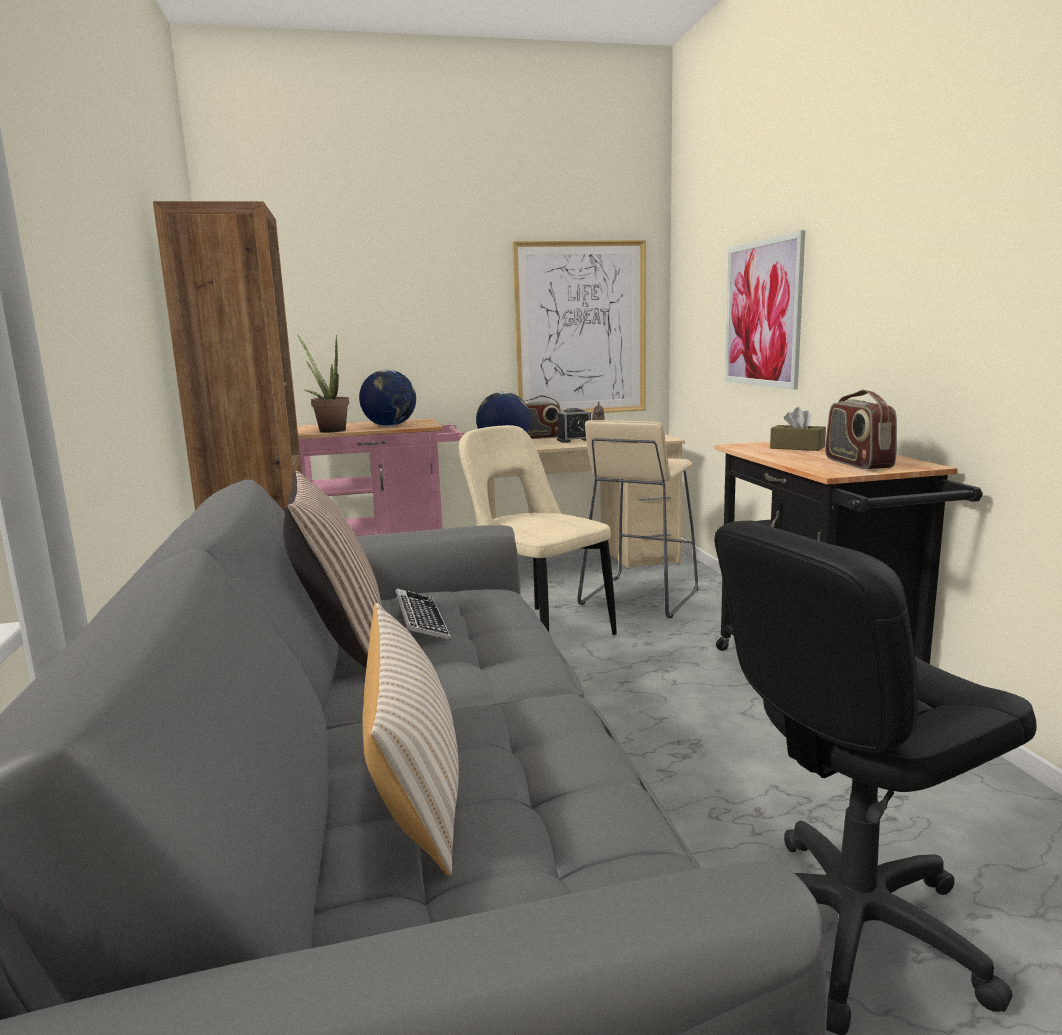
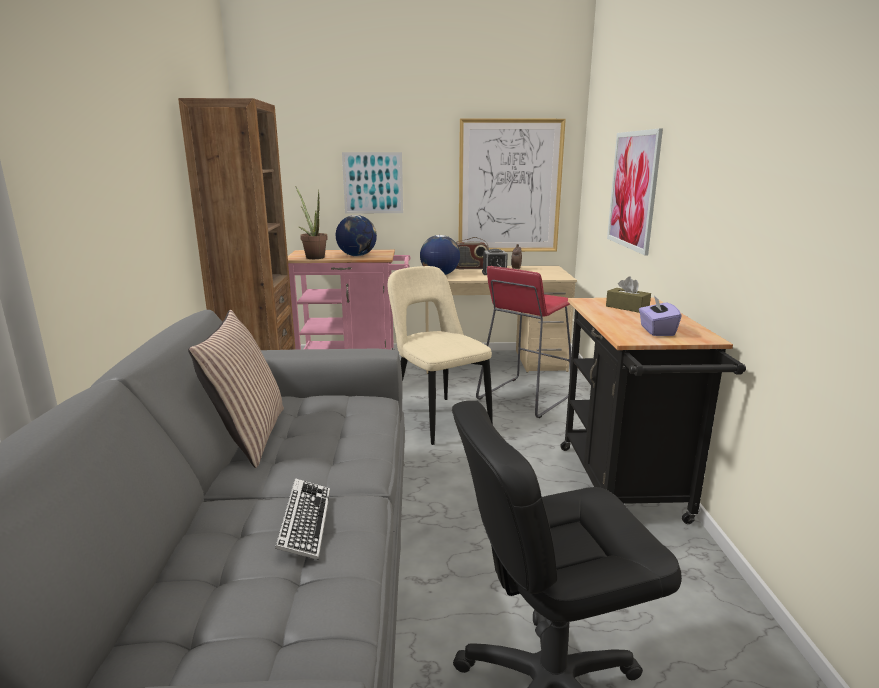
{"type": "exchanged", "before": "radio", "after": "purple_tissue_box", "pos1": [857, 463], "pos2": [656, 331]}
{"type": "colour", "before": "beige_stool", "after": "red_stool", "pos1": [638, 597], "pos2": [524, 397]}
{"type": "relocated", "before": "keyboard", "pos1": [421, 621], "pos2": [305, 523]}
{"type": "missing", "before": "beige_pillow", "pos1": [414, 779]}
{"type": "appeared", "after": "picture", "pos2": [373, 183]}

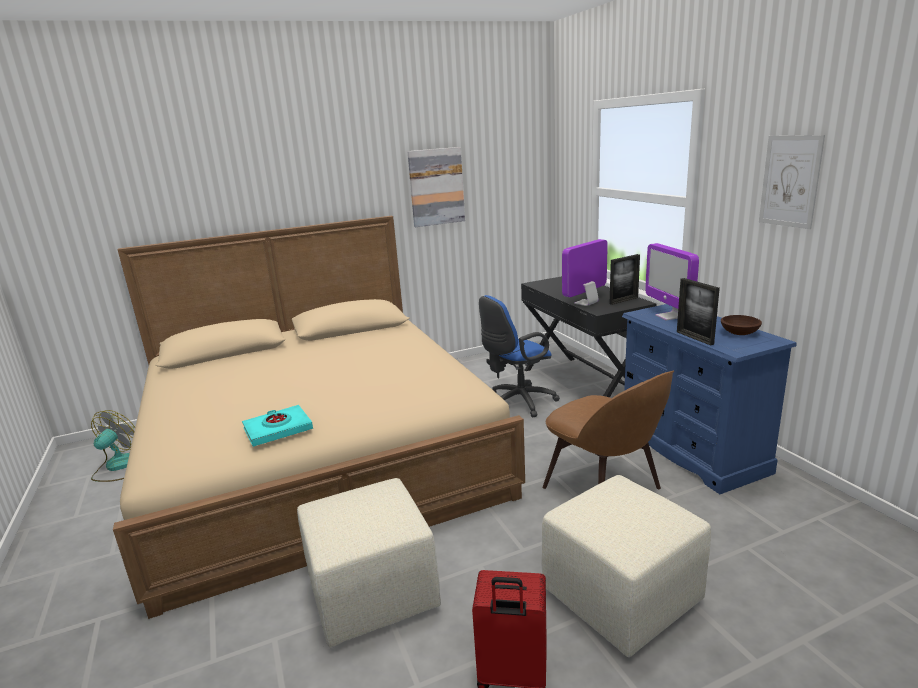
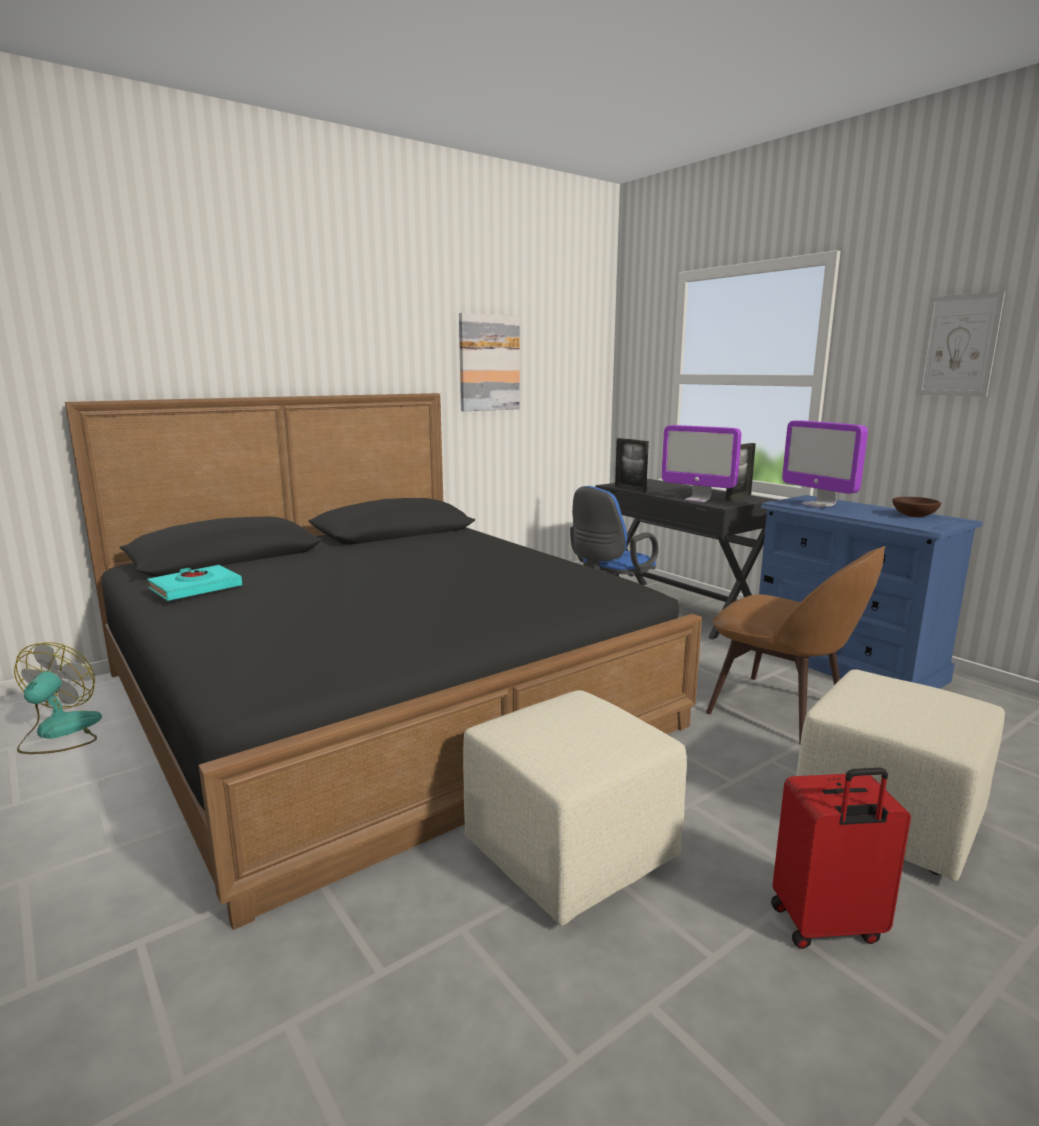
{"type": "colour", "before": "beige_bed", "after": "black_bed", "pos1": [318, 454], "pos2": [378, 697]}
{"type": "spun", "before": "monitor", "pos1": [586, 303], "pos2": [697, 500], "turn": -90}
{"type": "relocated", "before": "picture_frame", "pos1": [694, 338], "pos2": [630, 489]}
{"type": "relocated", "before": "turquoise_book", "pos1": [278, 429], "pos2": [195, 588]}

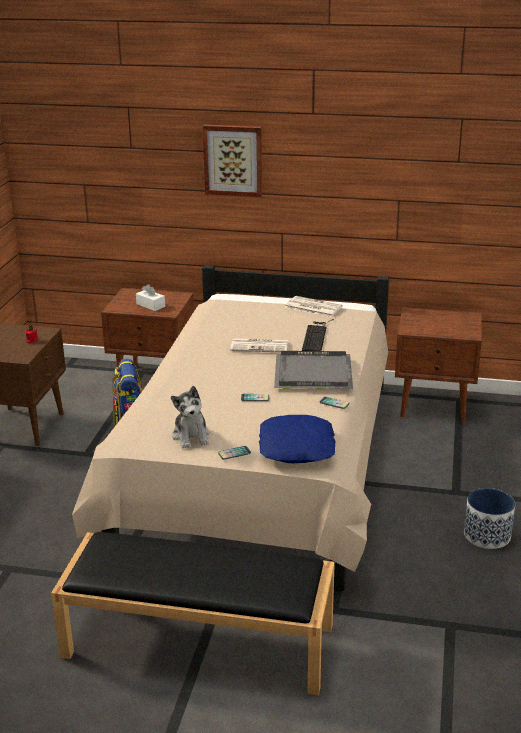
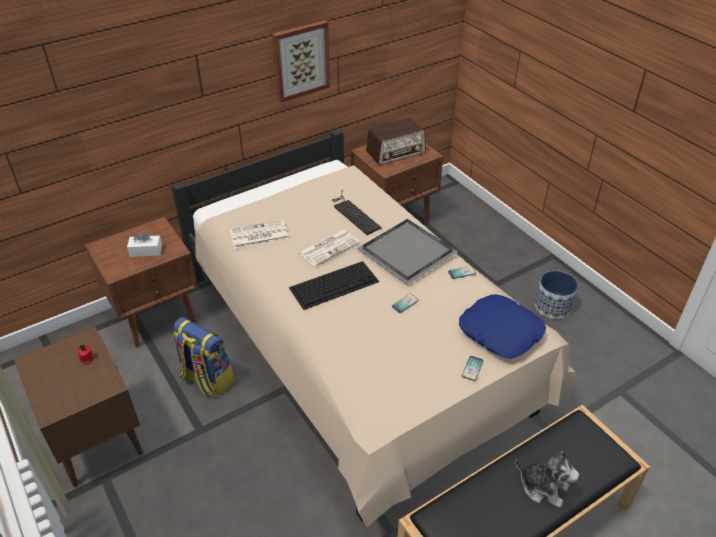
{"type": "relocated", "before": "picture", "pos1": [233, 160], "pos2": [301, 60]}
{"type": "relocated", "before": "newspaper", "pos1": [312, 307], "pos2": [258, 235]}
{"type": "relocated", "before": "plush_toy", "pos1": [191, 436], "pos2": [543, 487]}
{"type": "appeared", "after": "radio", "pos2": [396, 152]}
{"type": "appeared", "after": "keyboard", "pos2": [334, 284]}

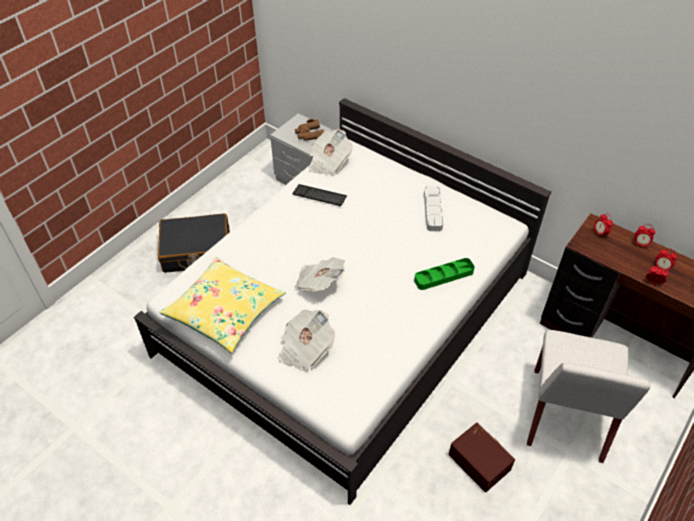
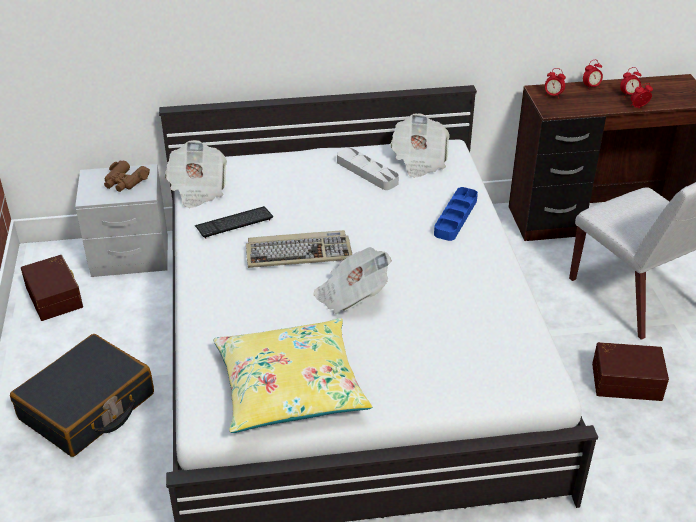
{"type": "colour", "before": "green_tray", "after": "blue_tray", "pos1": [444, 276], "pos2": [455, 217]}
{"type": "relocated", "before": "newspaper", "pos1": [305, 349], "pos2": [419, 160]}
{"type": "appeared", "after": "keyboard", "pos2": [299, 252]}
{"type": "appeared", "after": "brown_storage_box", "pos2": [55, 296]}

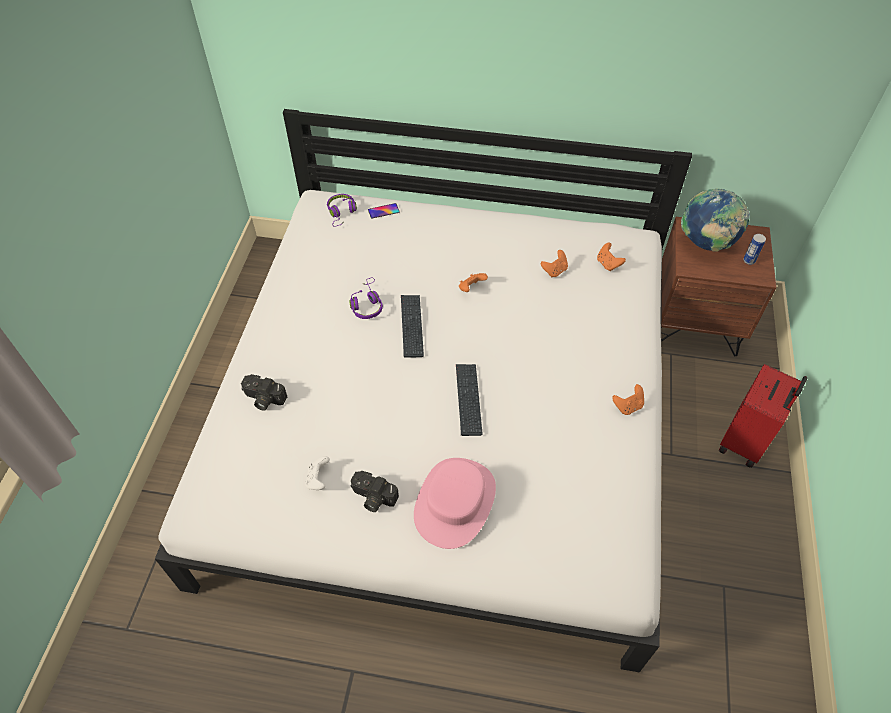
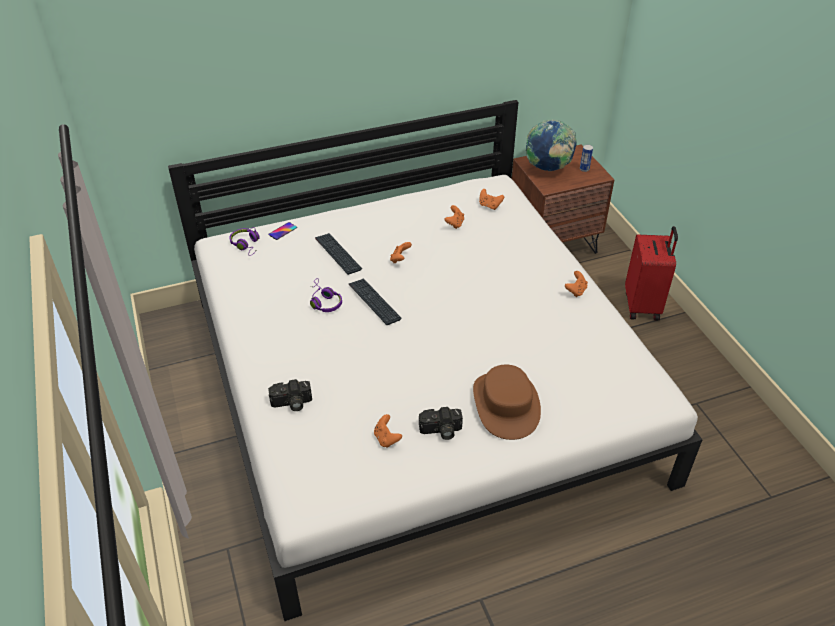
{"type": "relocated", "before": "keyboard", "pos1": [468, 399], "pos2": [338, 254]}
{"type": "colour", "before": "white_game_controller", "after": "orange_game_controller", "pos1": [318, 479], "pos2": [386, 439]}
{"type": "colour", "before": "pink_hat", "after": "brown_hat", "pos1": [455, 502], "pos2": [506, 405]}

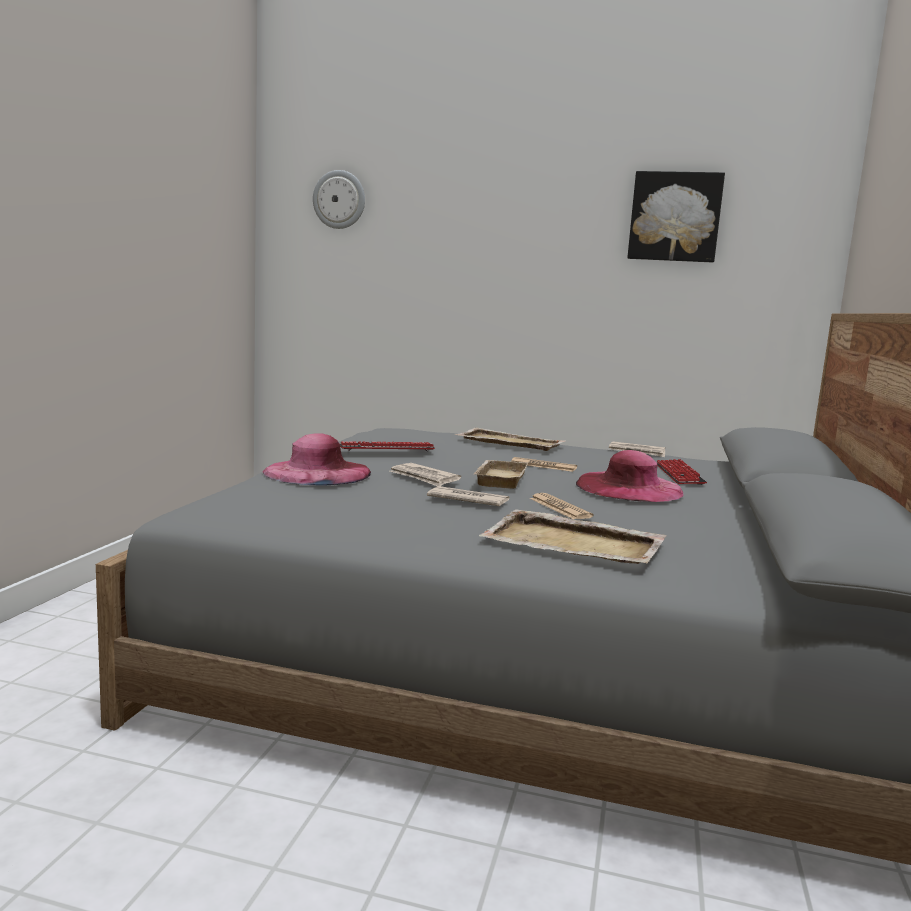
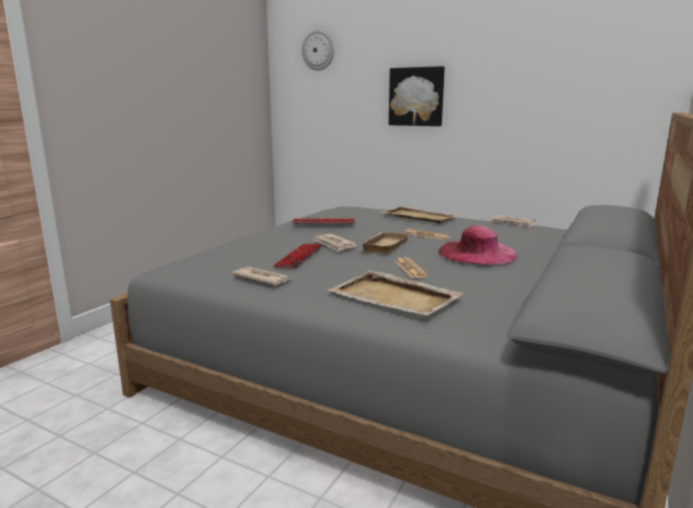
{"type": "relocated", "before": "picture", "pos1": [674, 217], "pos2": [416, 97]}
{"type": "missing", "before": "pink_hat", "pos1": [317, 472]}
{"type": "relocated", "before": "keyboard", "pos1": [679, 474], "pos2": [299, 257]}
{"type": "relocated", "before": "newspaper", "pos1": [467, 500], "pos2": [262, 278]}

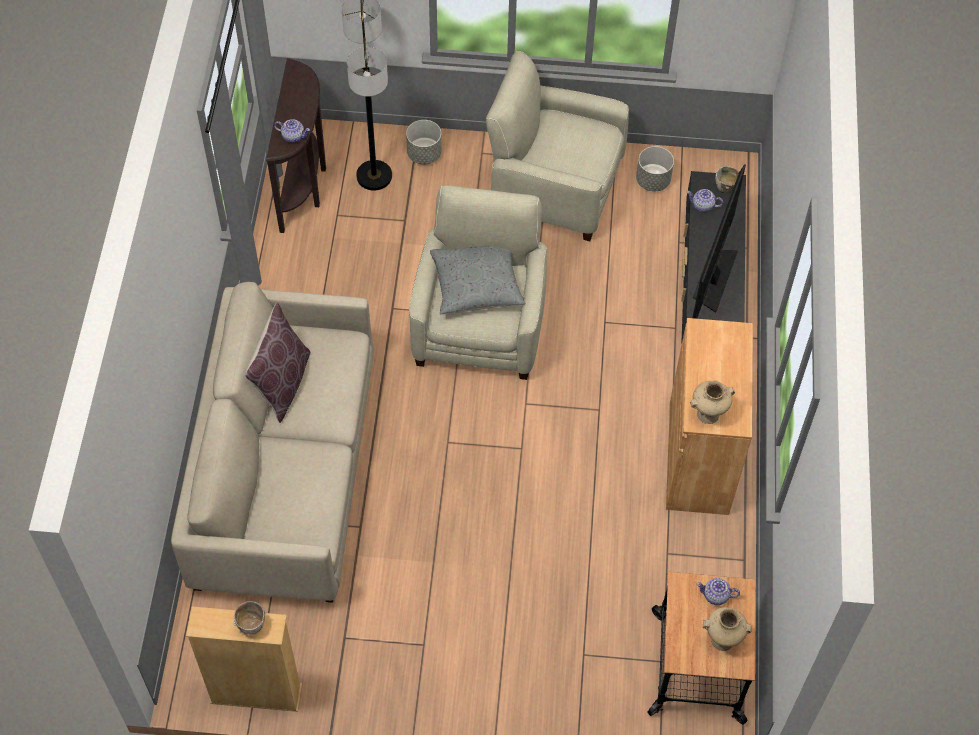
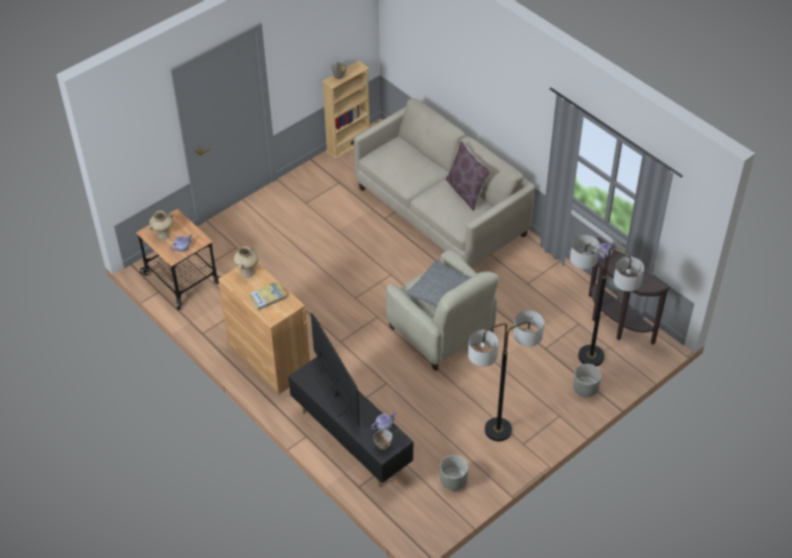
{"type": "exchanged", "before": "beige_armchair", "after": "floor_lamp", "pos1": [554, 188], "pos2": [498, 430]}
{"type": "appeared", "after": "book", "pos2": [268, 297]}

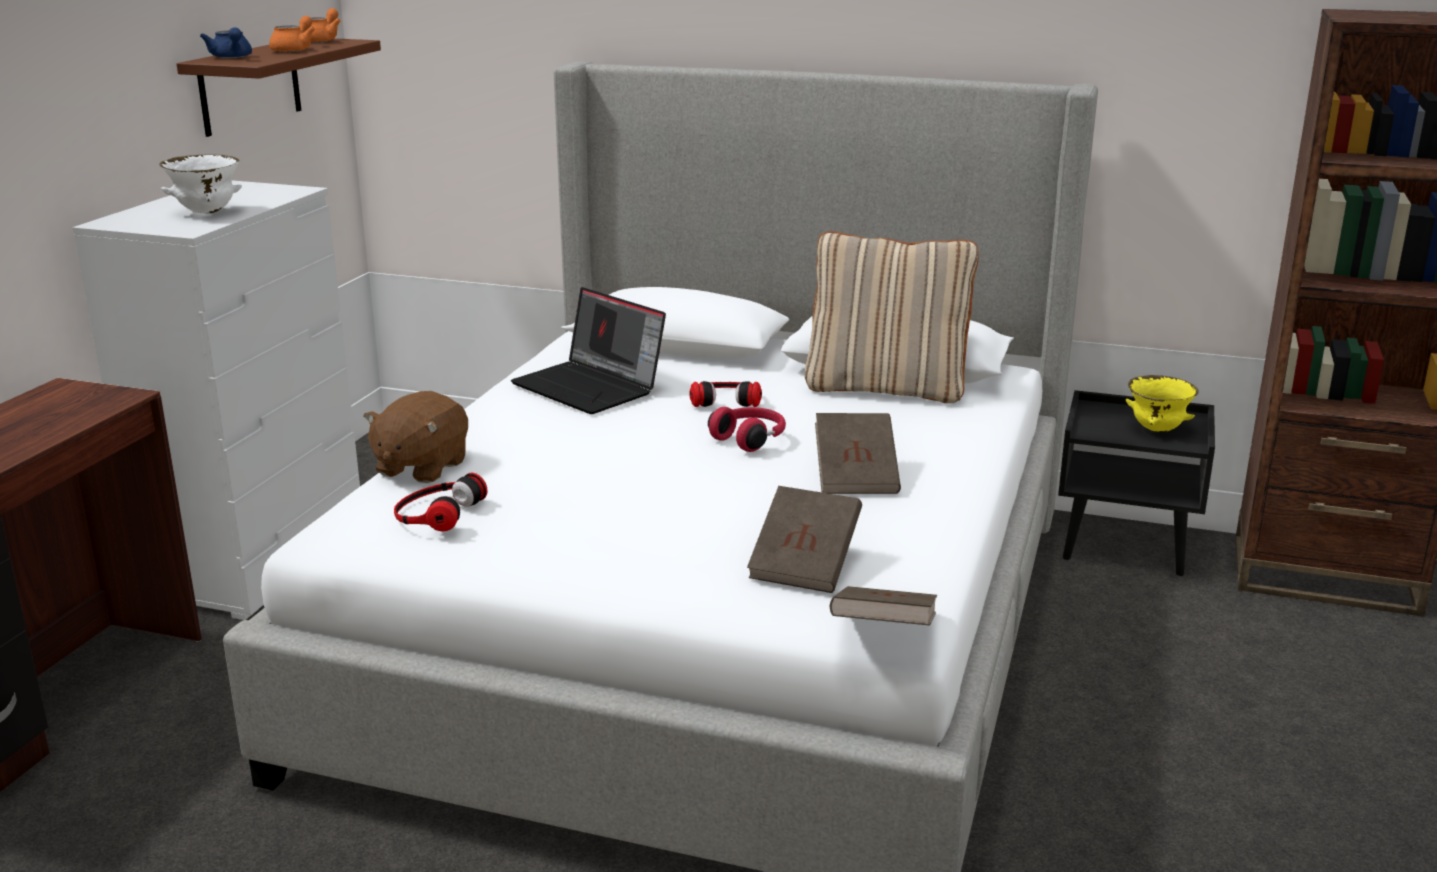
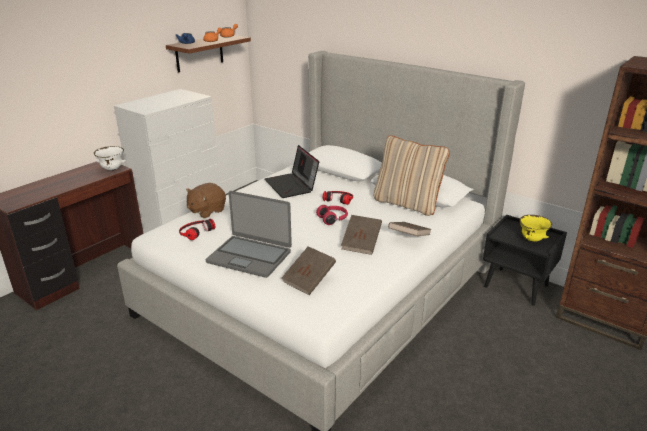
{"type": "relocated", "before": "white_bowl", "pos1": [206, 213], "pos2": [112, 169]}
{"type": "relocated", "before": "brown_book", "pos1": [883, 633], "pos2": [409, 238]}
{"type": "appeared", "after": "laptop", "pos2": [250, 256]}

